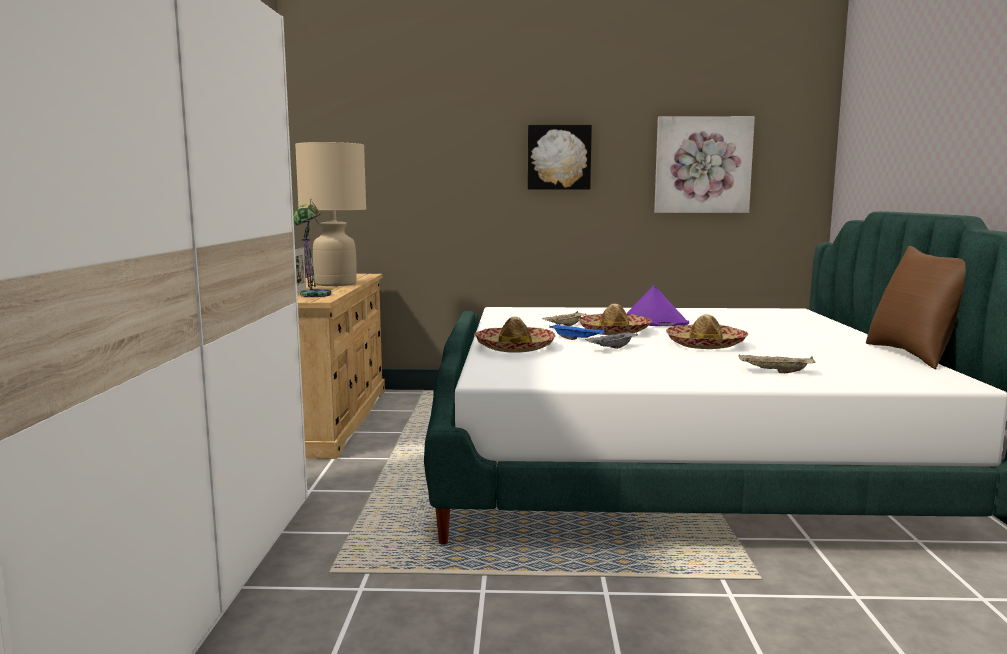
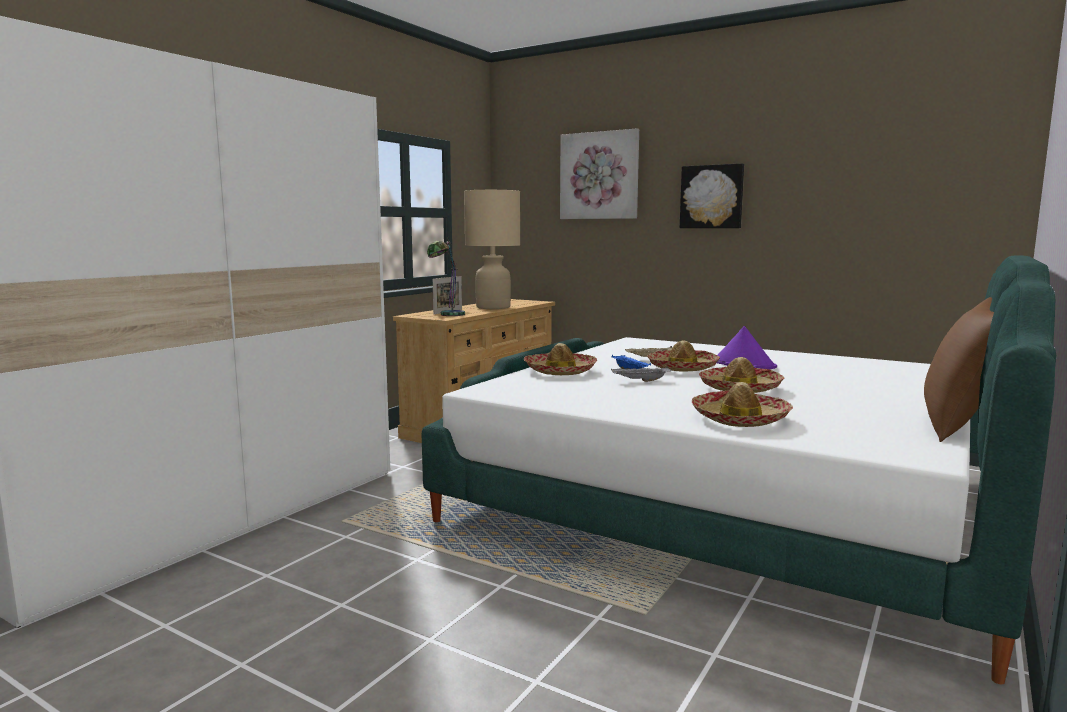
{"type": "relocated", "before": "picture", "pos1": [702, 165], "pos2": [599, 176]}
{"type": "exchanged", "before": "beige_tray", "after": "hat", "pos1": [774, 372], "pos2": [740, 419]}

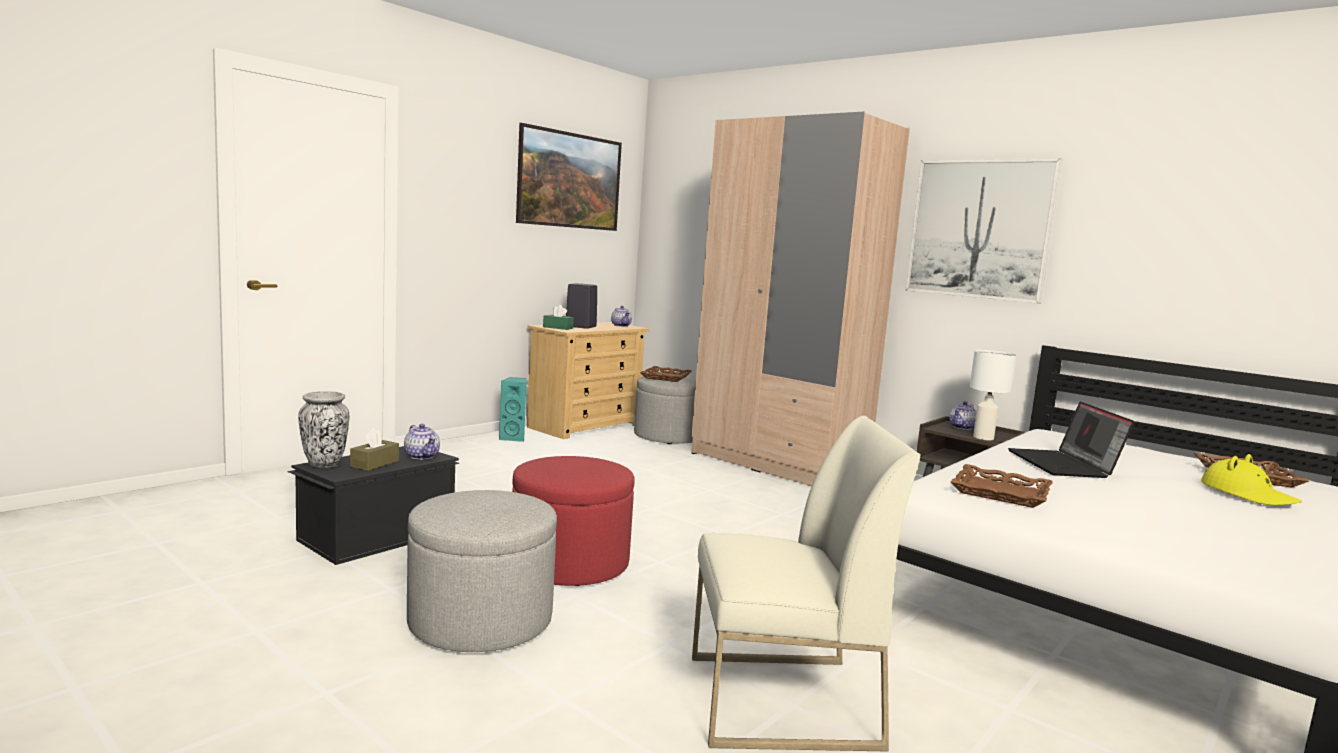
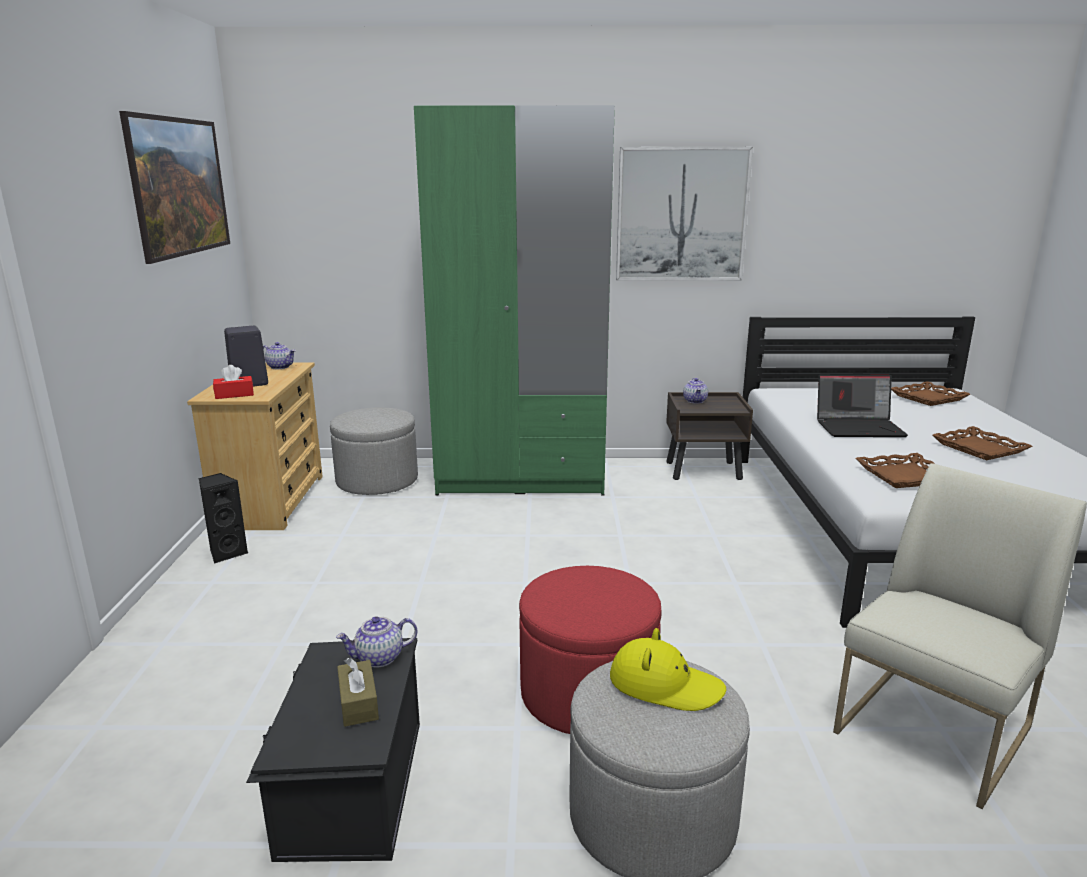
{"type": "colour", "before": "beige_wardrobe", "after": "green_wardrobe", "pos1": [778, 464], "pos2": [521, 477]}
{"type": "colour", "before": "green_tissue_box", "after": "red_tissue_box", "pos1": [558, 328], "pos2": [234, 394]}
{"type": "missing", "before": "white_table_lamp", "pos1": [983, 438]}
{"type": "relocated", "before": "brown_tray", "pos1": [665, 377], "pos2": [978, 448]}
{"type": "colour", "before": "turquoise_speaker", "after": "black_speaker", "pos1": [514, 438], "pos2": [227, 553]}
{"type": "missing", "before": "vase", "pos1": [324, 464]}
{"type": "spun", "before": "laptop", "pos1": [1064, 465], "pos2": [859, 427], "turn": -45}
{"type": "spun", "before": "teapot", "pos1": [422, 456], "pos2": [379, 658], "turn": 150}
{"type": "relocated", "before": "yellow_hat", "pos1": [1247, 494], "pos2": [665, 685]}

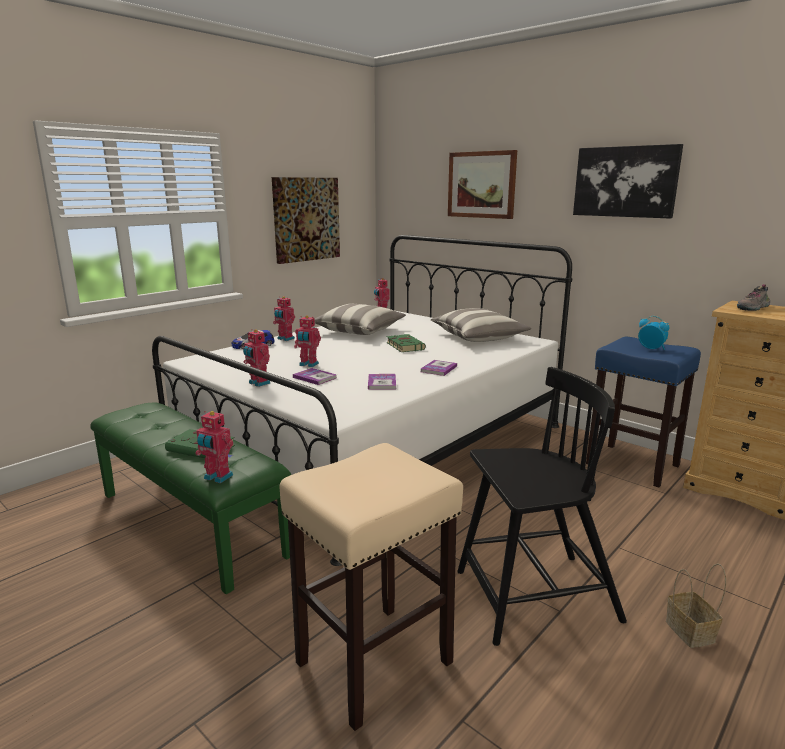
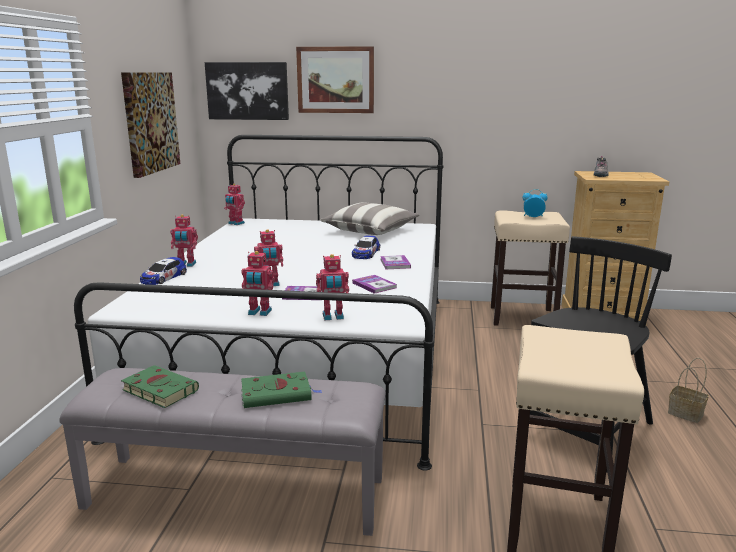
{"type": "relocated", "before": "picture", "pos1": [625, 182], "pos2": [247, 91]}
{"type": "missing", "before": "pillow", "pos1": [359, 331]}
{"type": "relocated", "before": "green_book", "pos1": [404, 346], "pos2": [158, 390]}
{"type": "colour", "before": "blue_stool", "after": "beige_stool", "pos1": [631, 464], "pos2": [521, 317]}
{"type": "colour", "before": "green_bench", "after": "grey_bench", "pos1": [192, 523], "pos2": [237, 492]}
{"type": "relocated", "before": "toy_robot", "pos1": [217, 477], "pos2": [333, 317]}
{"type": "appeared", "after": "toy_car", "pos2": [366, 253]}

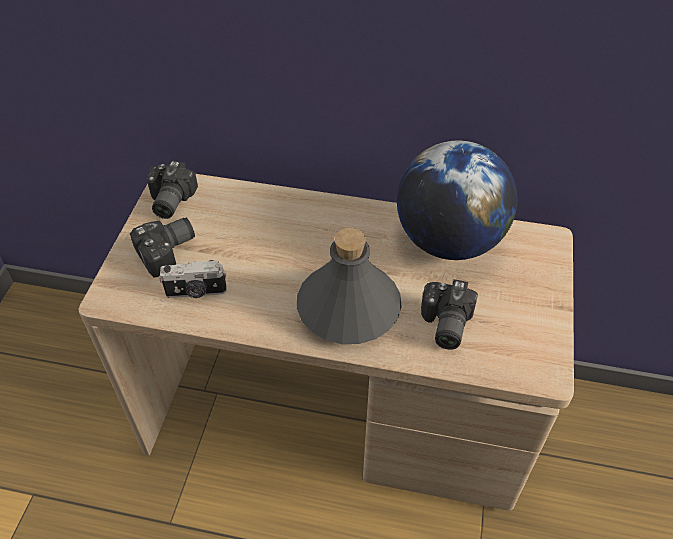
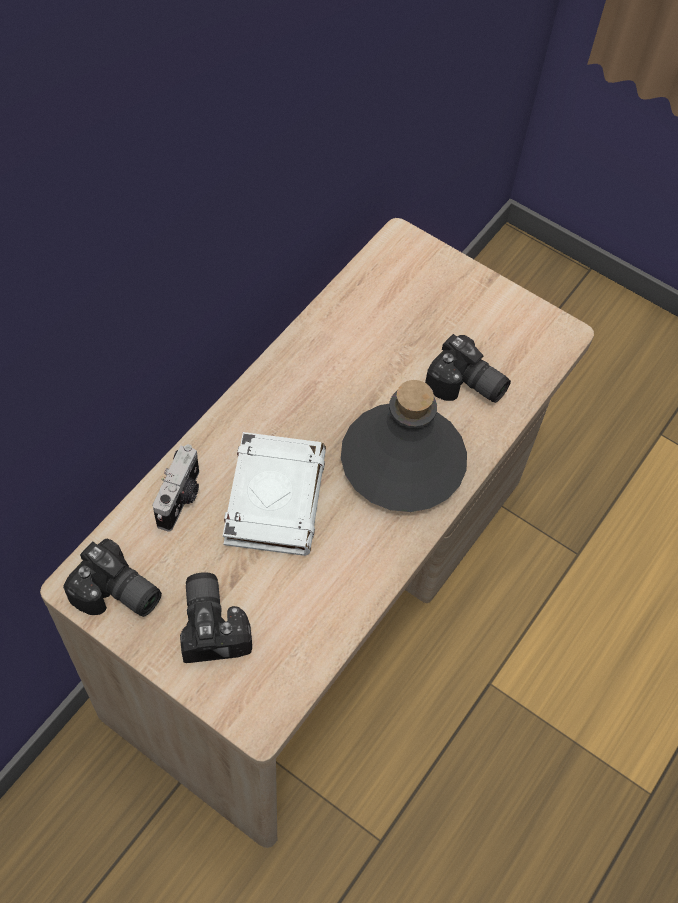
{"type": "missing", "before": "globe", "pos1": [449, 241]}
{"type": "relocated", "before": "photo_camera", "pos1": [196, 292], "pos2": [181, 499]}
{"type": "appeared", "after": "white_book", "pos2": [274, 497]}

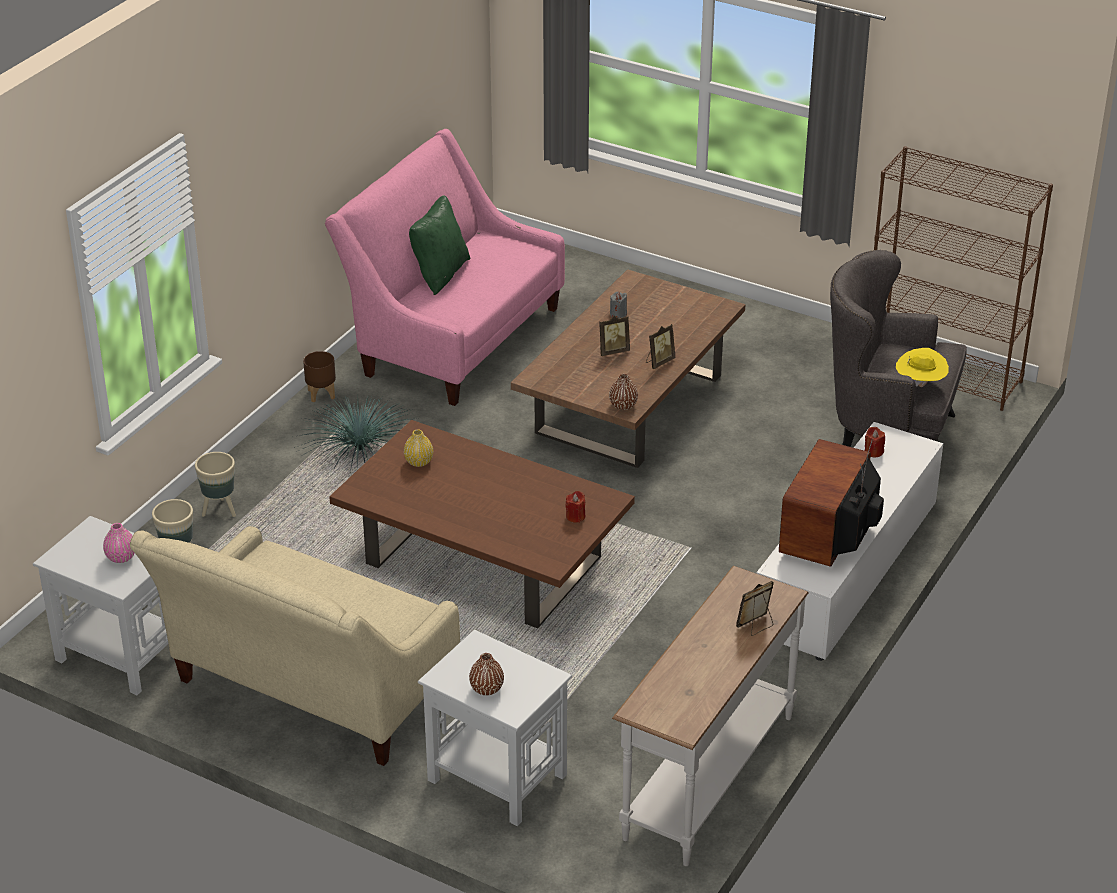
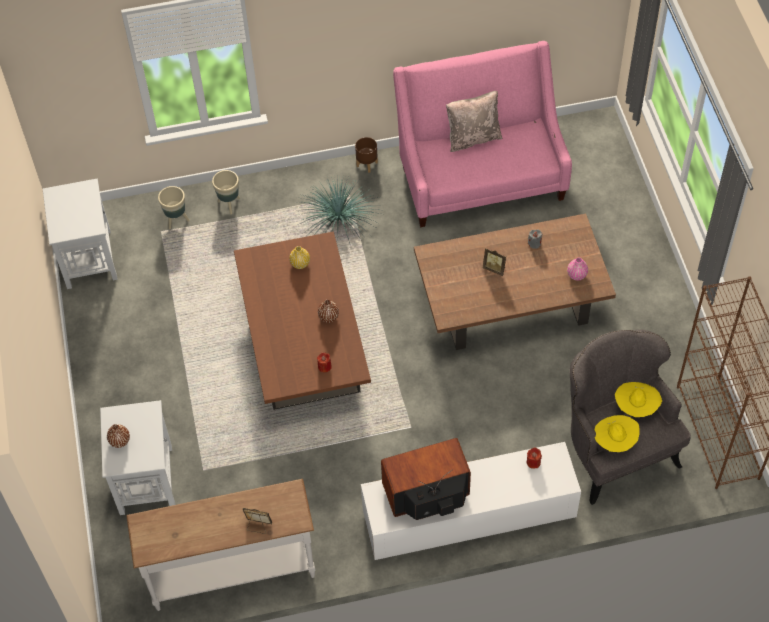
{"type": "colour", "before": "green_pillow", "after": "beige_pillow", "pos1": [440, 274], "pos2": [473, 138]}
{"type": "missing", "before": "picture_frame", "pos1": [659, 362]}
{"type": "relocated", "before": "brown_vase", "pos1": [623, 405], "pos2": [328, 317]}
{"type": "relocated", "before": "pink_vase", "pos1": [121, 557], "pos2": [576, 275]}
{"type": "missing", "before": "beige_sofa", "pos1": [308, 693]}
{"type": "appeared", "after": "yellow_hat", "pos2": [635, 407]}

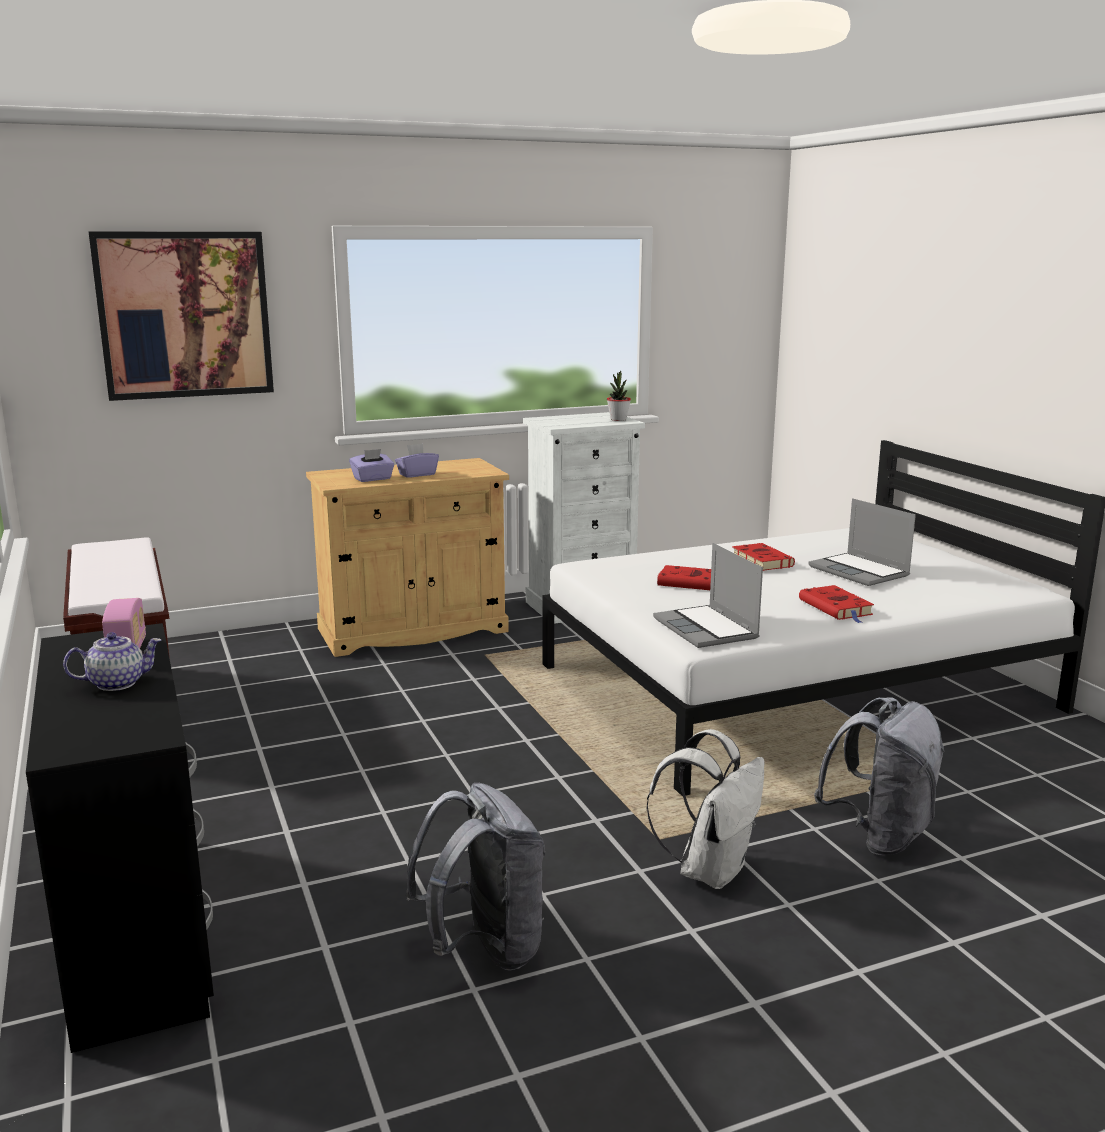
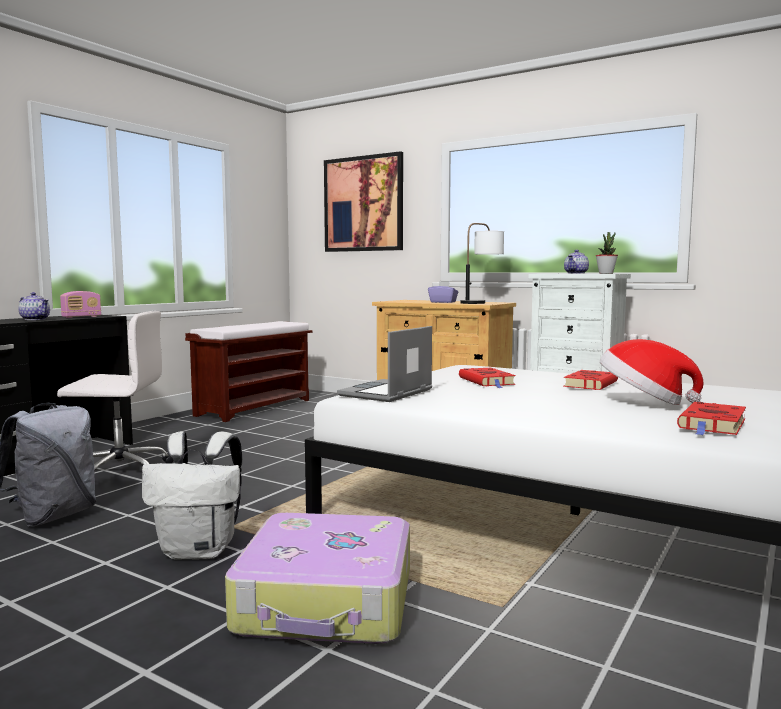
{"type": "missing", "before": "purple_tissue_box", "pos1": [373, 479]}
{"type": "exchanged", "before": "laptop", "after": "hat", "pos1": [860, 571], "pos2": [644, 401]}
{"type": "relocated", "before": "red_book", "pos1": [837, 608], "pos2": [712, 424]}
{"type": "exchanged", "before": "grey_backpack", "after": "suitcase", "pos1": [879, 836], "pos2": [327, 601]}
{"type": "appeared", "after": "table_lamp", "pos2": [481, 303]}
{"type": "appeared", "after": "teapot", "pos2": [576, 273]}
{"type": "appeared", "after": "white_office_chair", "pos2": [118, 473]}

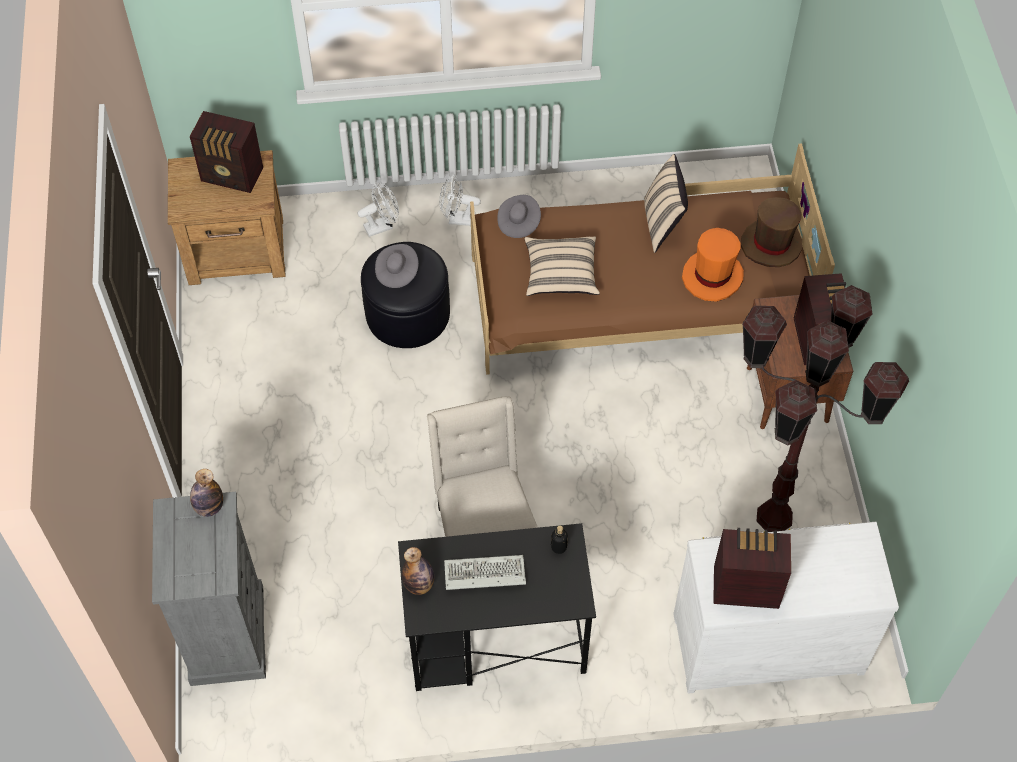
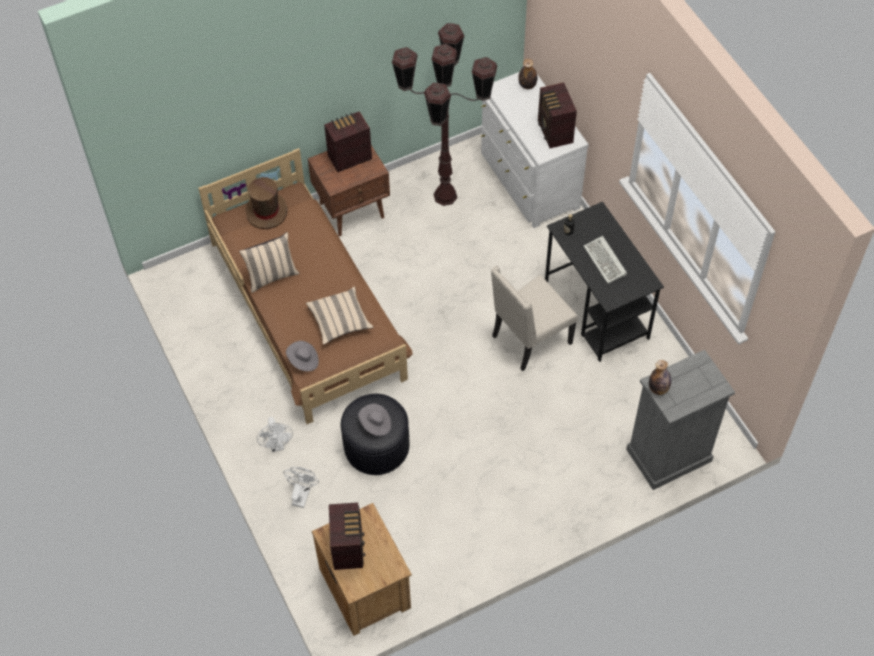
{"type": "spun", "before": "white_fan", "pos1": [382, 225], "pos2": [301, 494], "turn": 60}
{"type": "missing", "before": "orange_hat", "pos1": [712, 276]}
{"type": "relocated", "before": "bottle", "pos1": [419, 585], "pos2": [527, 85]}

